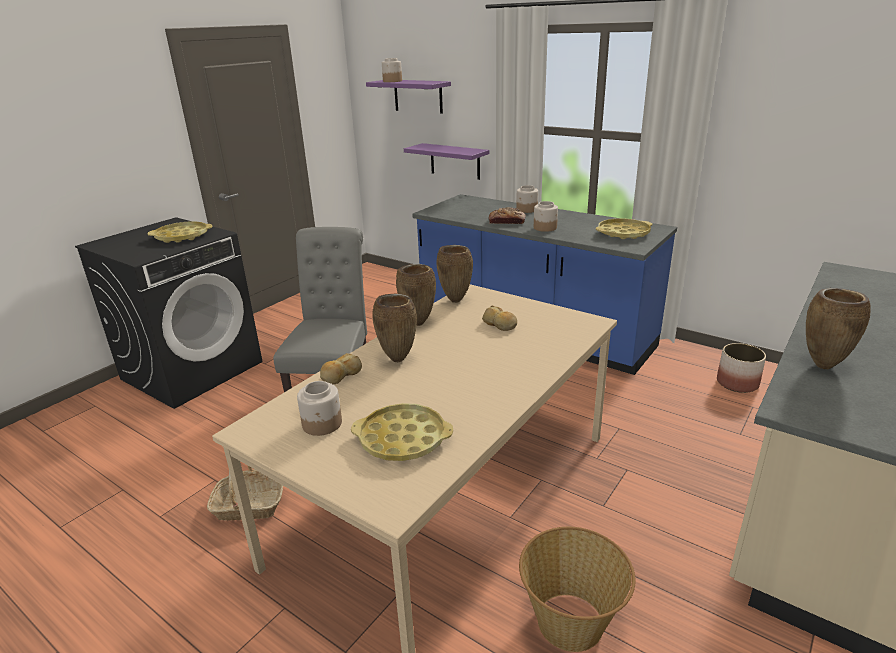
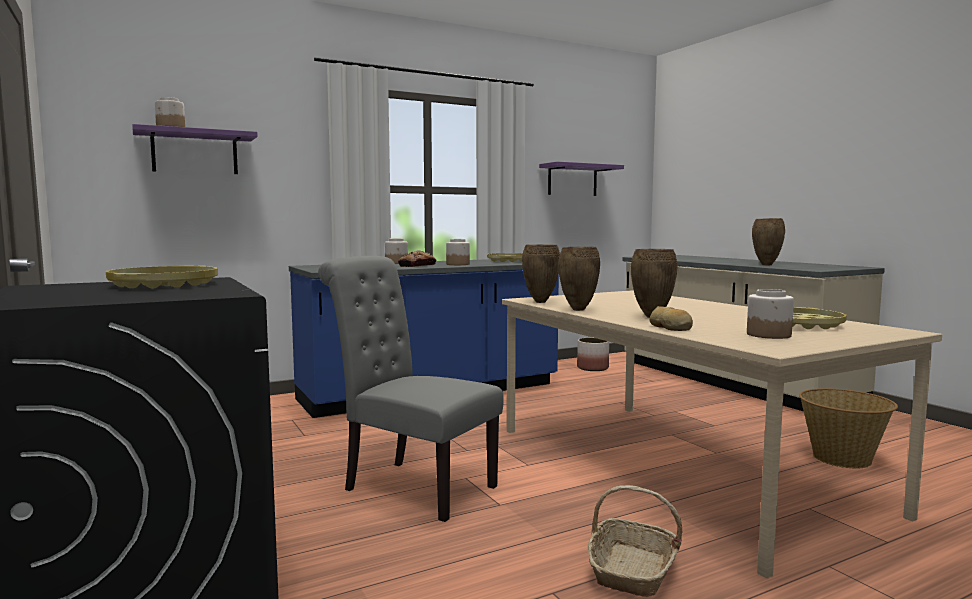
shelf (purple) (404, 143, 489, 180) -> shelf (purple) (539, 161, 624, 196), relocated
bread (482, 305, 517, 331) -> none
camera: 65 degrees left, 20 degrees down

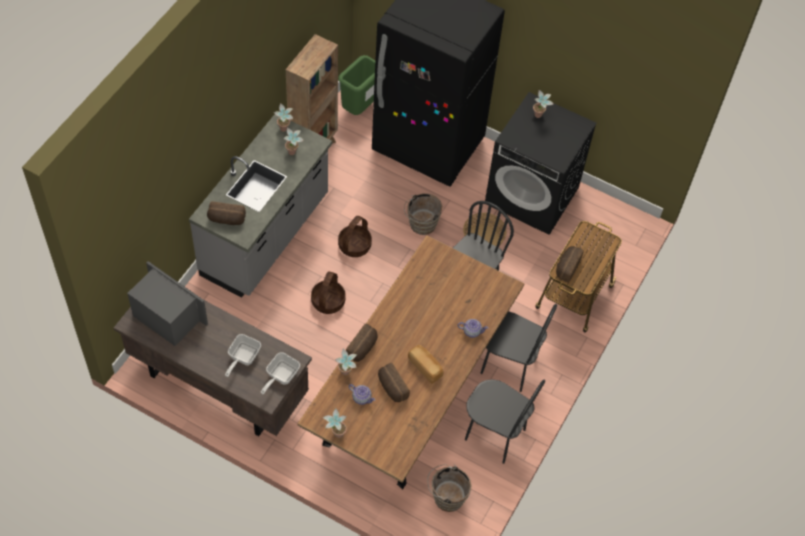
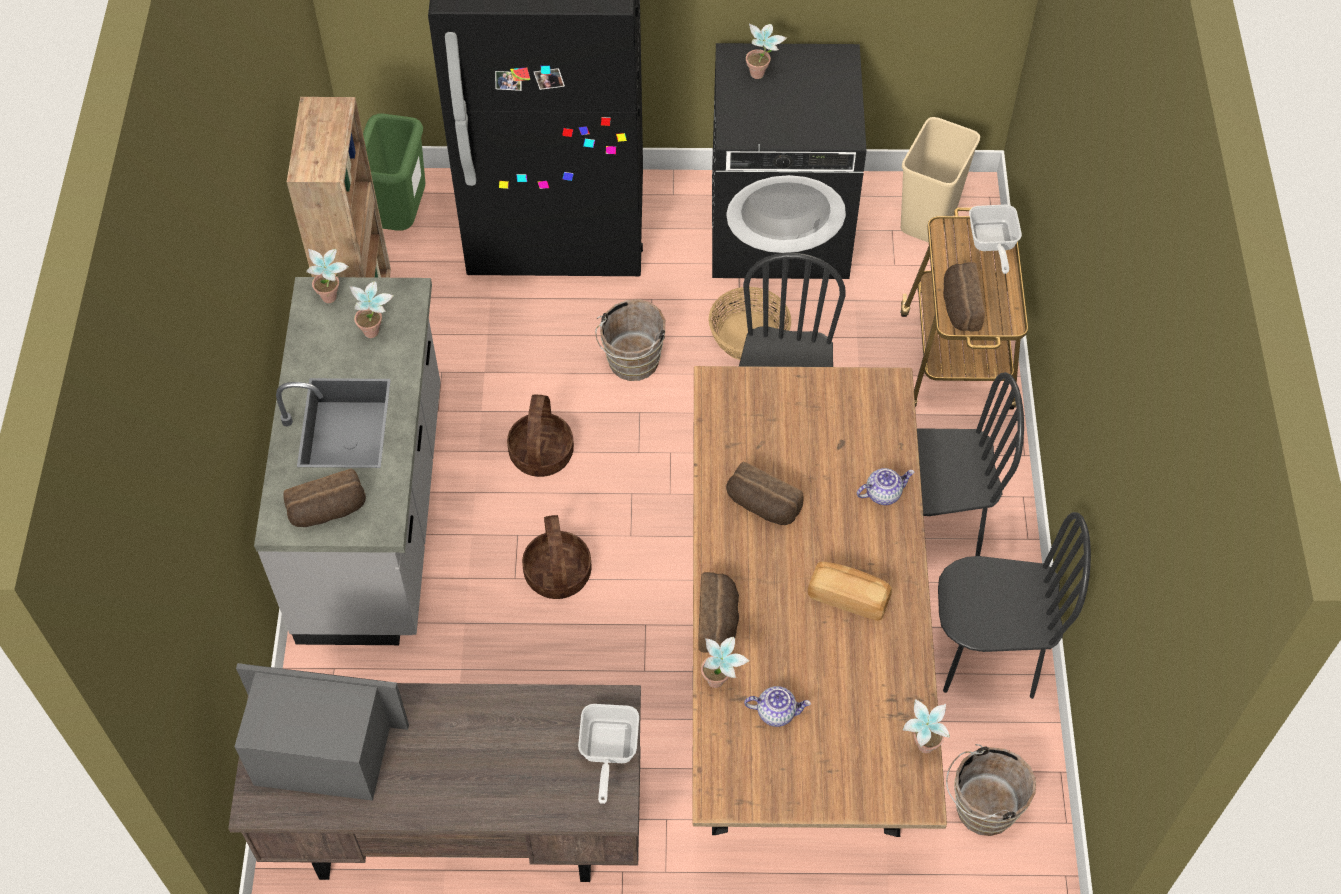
frying pan (225, 334, 261, 377) -> frying pan (969, 205, 1022, 274), relocated
bread (378, 363, 410, 402) -> bread (726, 462, 804, 525), relocated
potted plant (323, 408, 347, 438) -> potted plant (903, 699, 950, 753), relocated
none -> trash can (beige) (901, 117, 980, 242)
camera: 25 degrees left, 0 degrees up

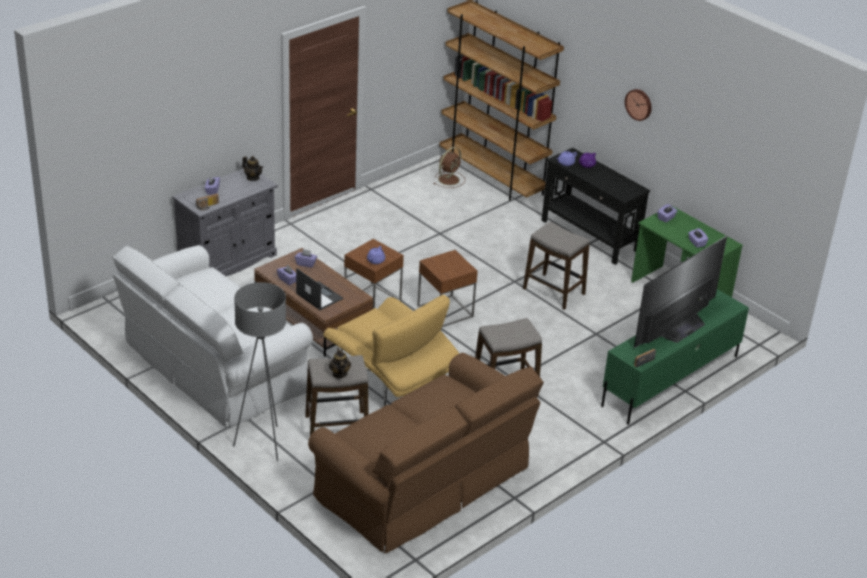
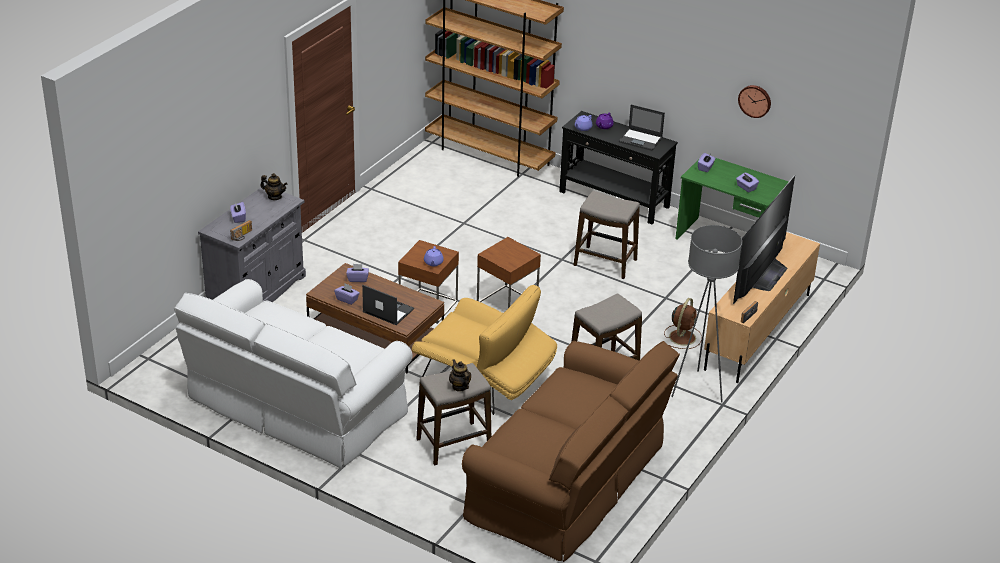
wall clock (625, 89, 652, 121) -> wall clock (738, 85, 771, 118), relocated
fan (brown) (434, 147, 464, 188) -> fan (brown) (664, 298, 702, 349), relocated
floor lamp (grey) (233, 282, 286, 461) -> floor lamp (grey) (671, 225, 742, 402), relocated
tv stand (green) (601, 289, 749, 425) -> tv stand (beige) (704, 232, 820, 383)
none -> laptop (619, 105, 665, 151)
camera: 15 degrees left, 0 degrees up

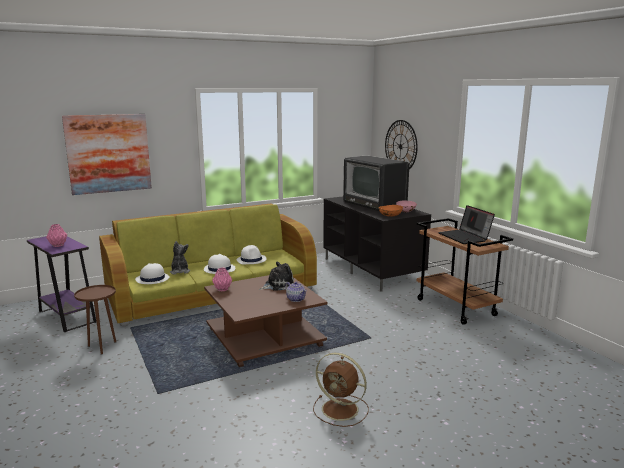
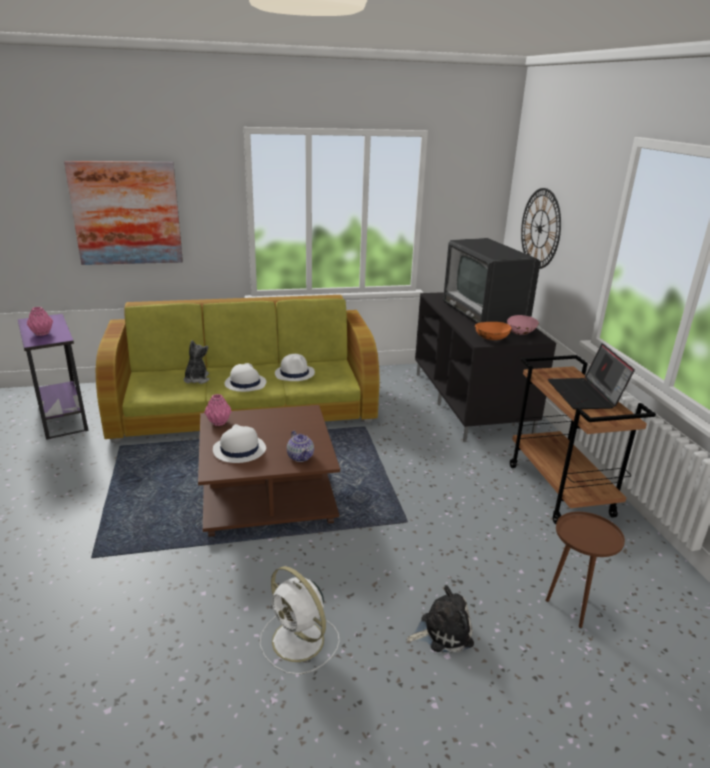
plush toy (259, 262, 294, 291) -> plush toy (407, 585, 474, 653), relocated
hat (white) (135, 263, 170, 284) -> hat (white) (213, 424, 266, 463), relocated
side table (brown) (74, 285, 116, 355) -> side table (brown) (545, 512, 625, 628), relocated
fan (brown) (313, 353, 369, 427) -> fan (white) (260, 566, 340, 675)
camera: 15 degrees right, 10 degrees up

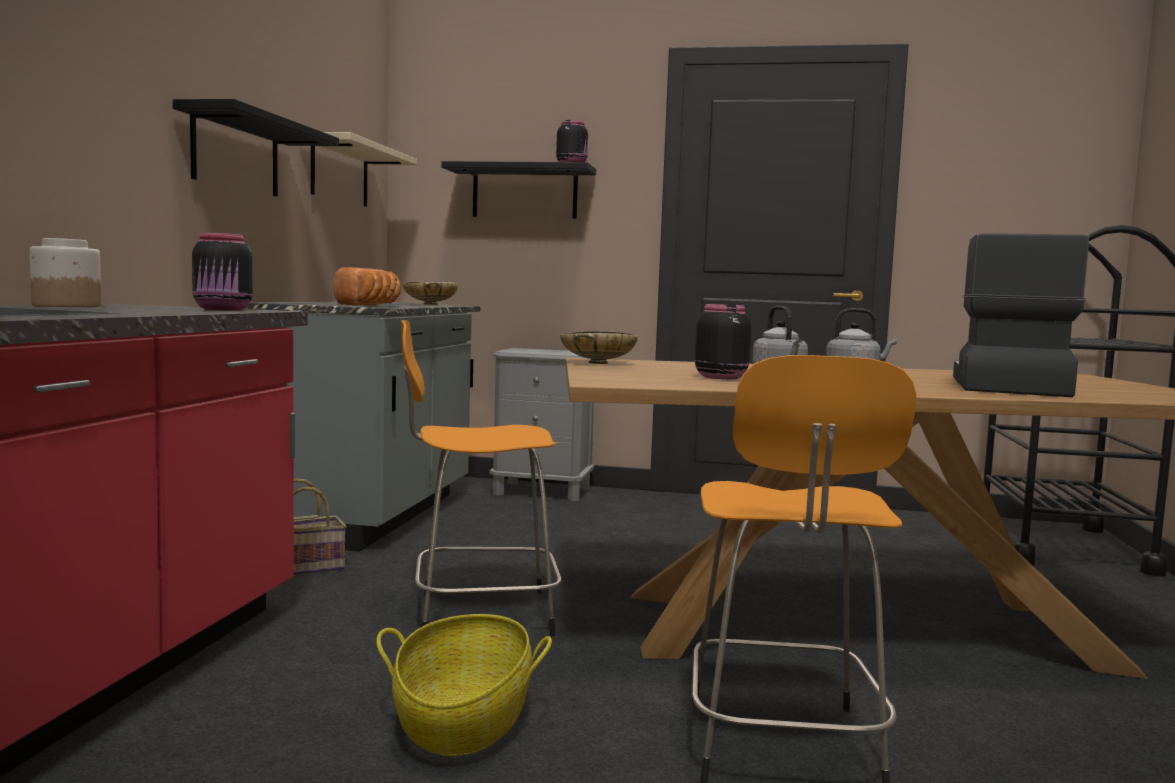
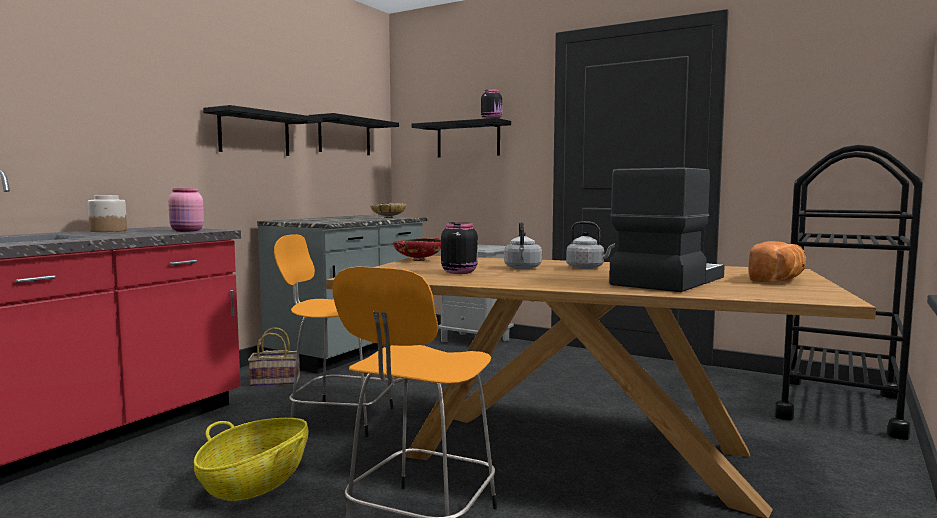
shelf (beige) (311, 132, 417, 207) -> shelf (black) (308, 113, 399, 155)
jar (black) (192, 233, 253, 311) -> jar (pink) (168, 188, 204, 232)
bread (334, 267, 401, 305) -> bread (749, 241, 806, 282), relocated
bowl (beige) (560, 331, 638, 364) -> bowl (red) (393, 238, 441, 261)
camera: 20 degrees right, 0 degrees up

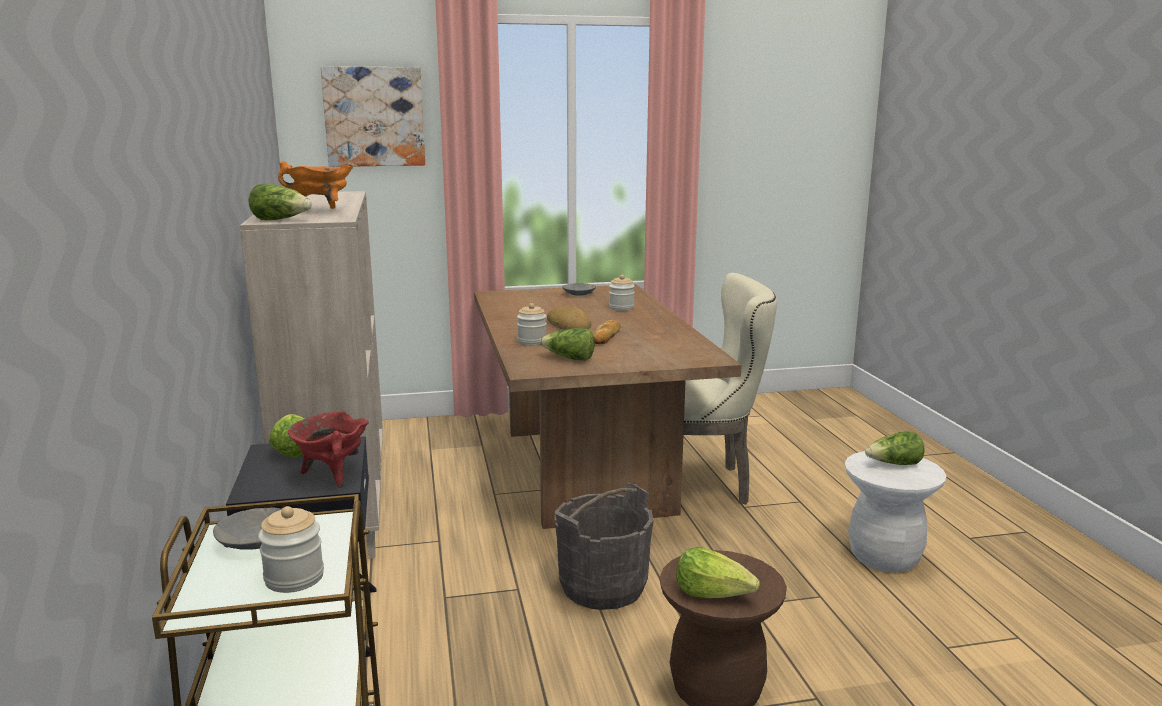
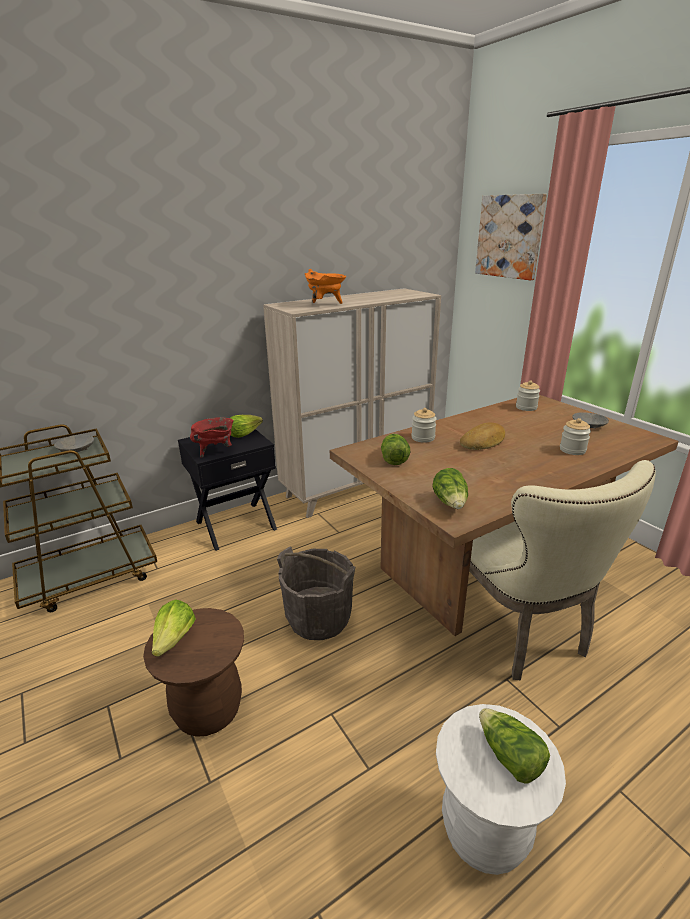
lettuce (248, 183, 312, 220) -> lettuce (432, 468, 468, 509), relocated
bread (593, 320, 621, 344) -> none
jar (258, 506, 324, 593) -> jar (516, 380, 540, 411), relocated
camera: 70 degrees right, 10 degrees up

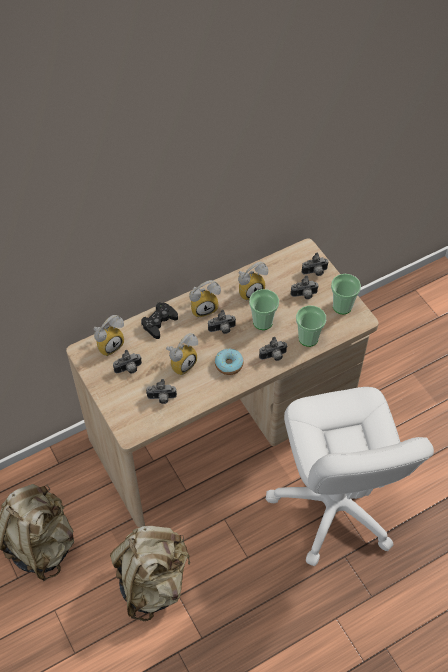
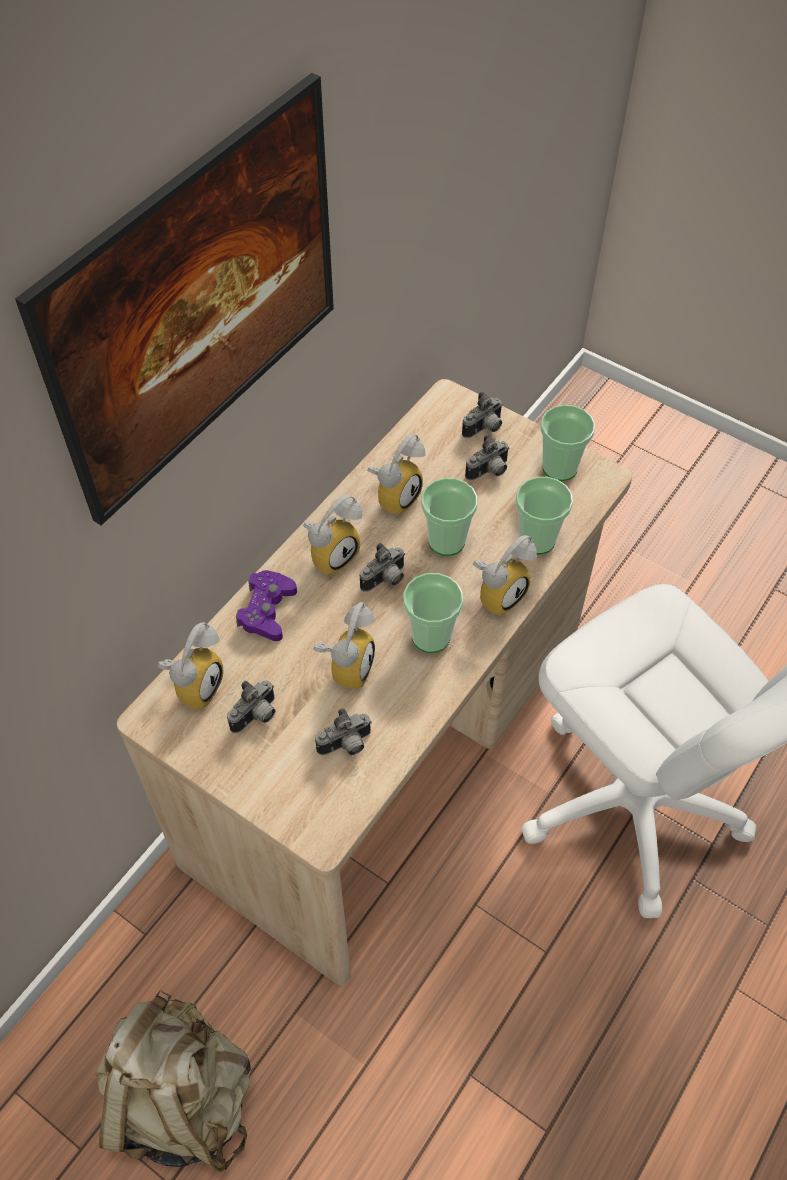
game controller (black) (141, 302, 178, 339) -> game controller (purple) (236, 570, 297, 641)
photo camera (259, 337, 288, 361) -> alarm clock (473, 535, 537, 616)
donut (215, 348, 243, 375) -> cup (403, 573, 463, 653)
backpack (beige) (110, 526, 191, 621) -> none
none -> picture (15, 73, 334, 525)
camera: 25 degrees left, 0 degrees up

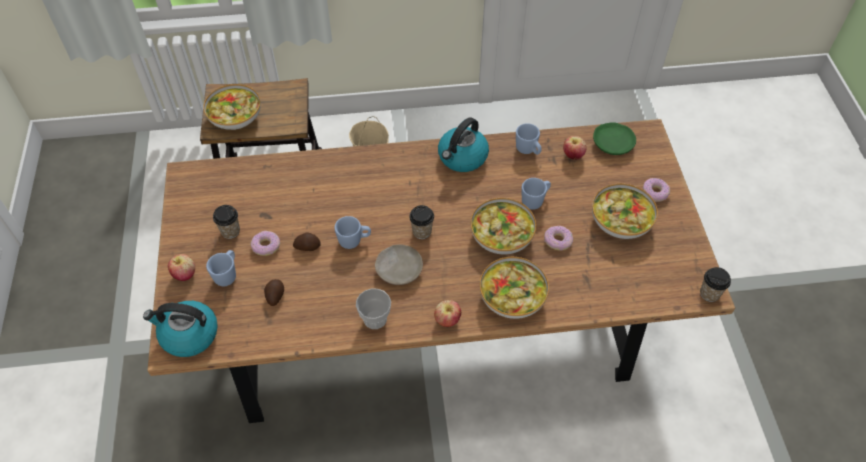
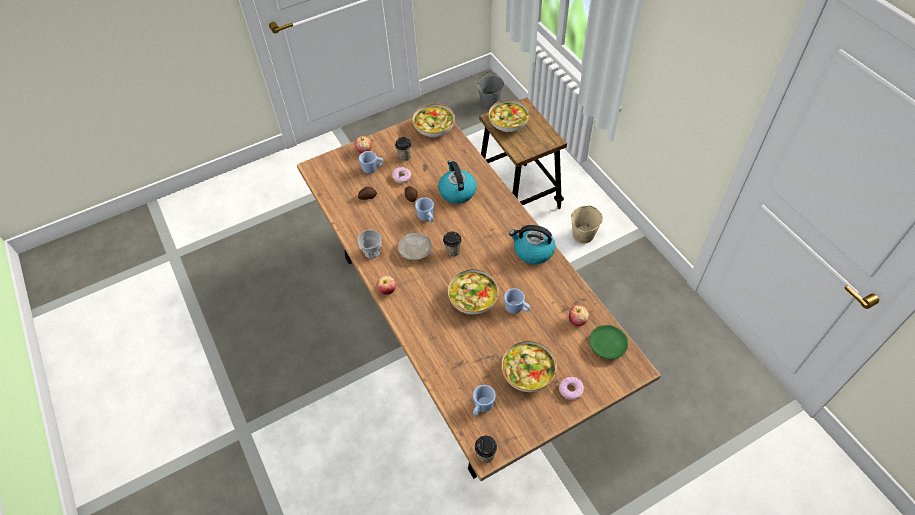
mug (blue) (516, 123, 542, 155) -> mug (blue) (473, 385, 496, 416), relocated
donut (544, 226, 573, 251) -> none
bowl (480, 257, 549, 319) -> bowl (413, 103, 455, 137), relocated
kettle (143, 301, 218, 357) -> kettle (438, 160, 477, 204), relocated
none -> bucket (grey) (477, 71, 504, 109)
camera: 70 degrees right, 0 degrees up

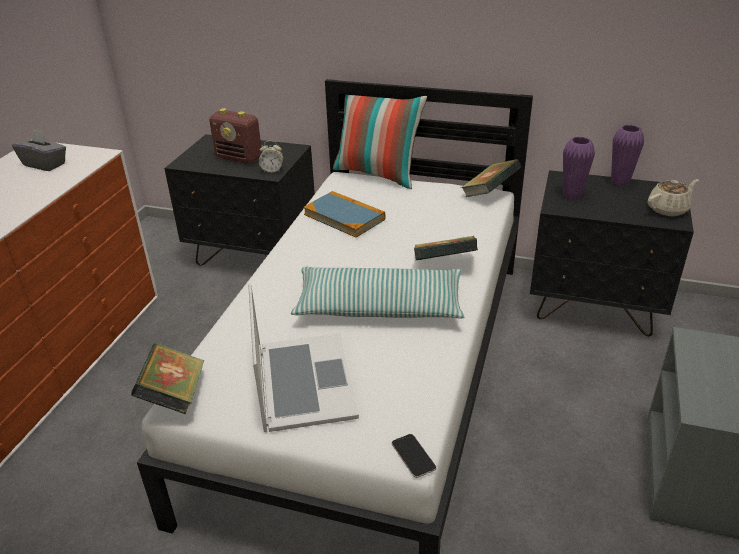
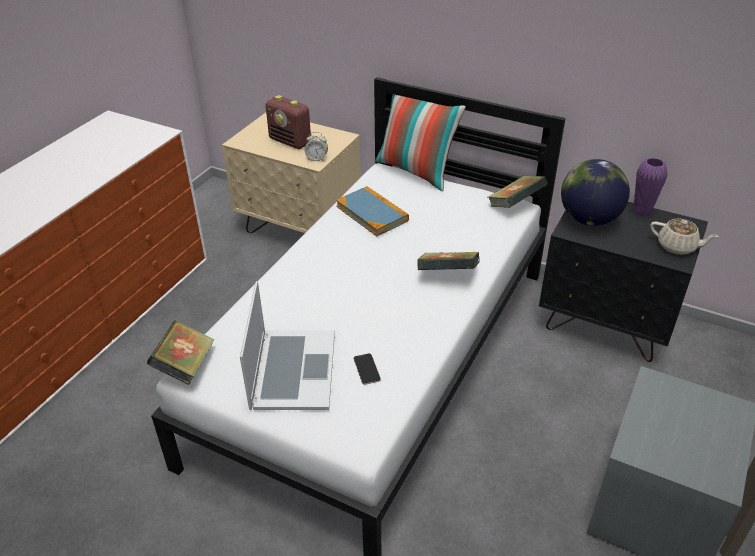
tissue box (grey) (12, 129, 66, 171) -> none
nightstand (black) (164, 134, 315, 266) -> nightstand (beige) (222, 112, 361, 233)
vase (purple) (563, 137, 595, 200) -> globe (561, 159, 630, 226)
teapot (beige) (648, 179, 699, 216) -> teapot (beige) (650, 218, 719, 255), 45 degrees clockwise
pillow (291, 267, 464, 319) -> none
phone (392, 434, 436, 478) -> phone (354, 353, 381, 385), relocated
camera: 10 degrees right, 5 degrees up

